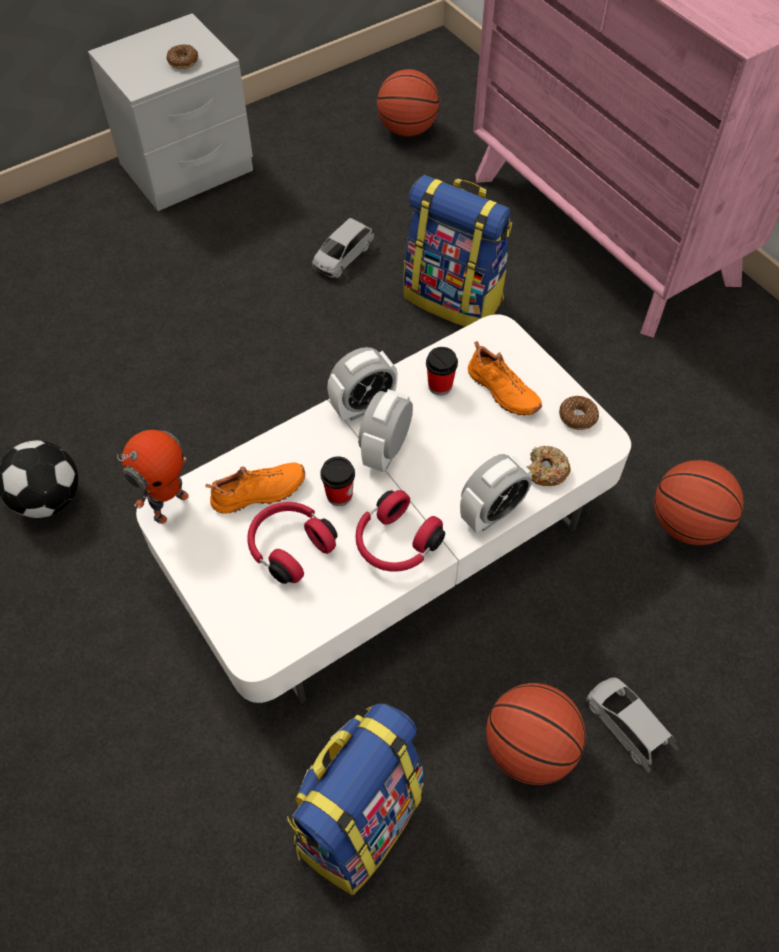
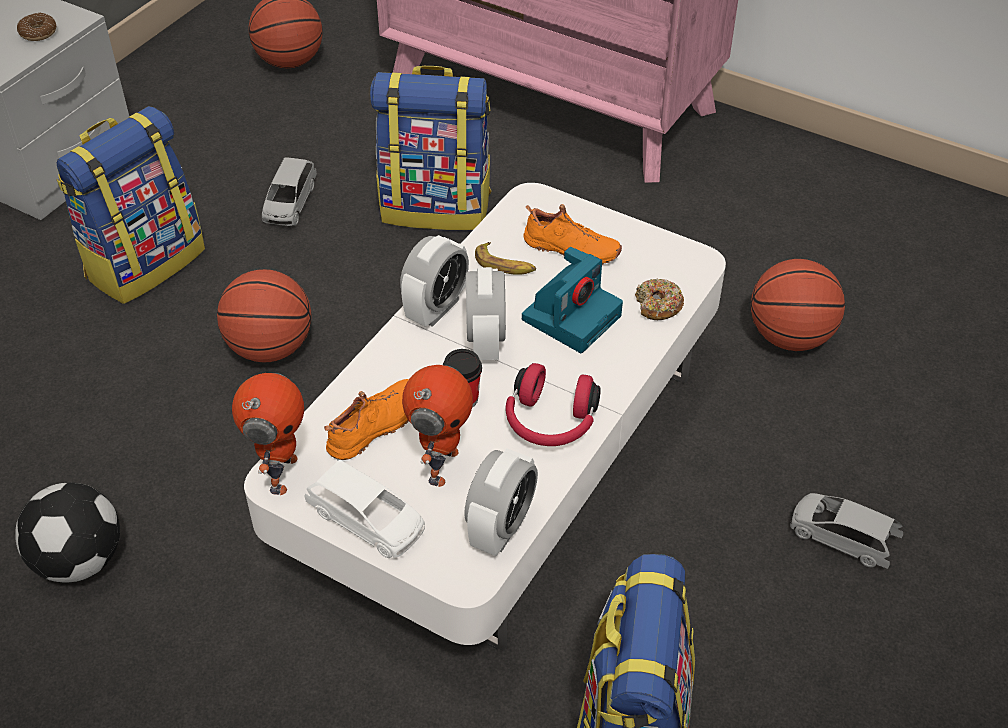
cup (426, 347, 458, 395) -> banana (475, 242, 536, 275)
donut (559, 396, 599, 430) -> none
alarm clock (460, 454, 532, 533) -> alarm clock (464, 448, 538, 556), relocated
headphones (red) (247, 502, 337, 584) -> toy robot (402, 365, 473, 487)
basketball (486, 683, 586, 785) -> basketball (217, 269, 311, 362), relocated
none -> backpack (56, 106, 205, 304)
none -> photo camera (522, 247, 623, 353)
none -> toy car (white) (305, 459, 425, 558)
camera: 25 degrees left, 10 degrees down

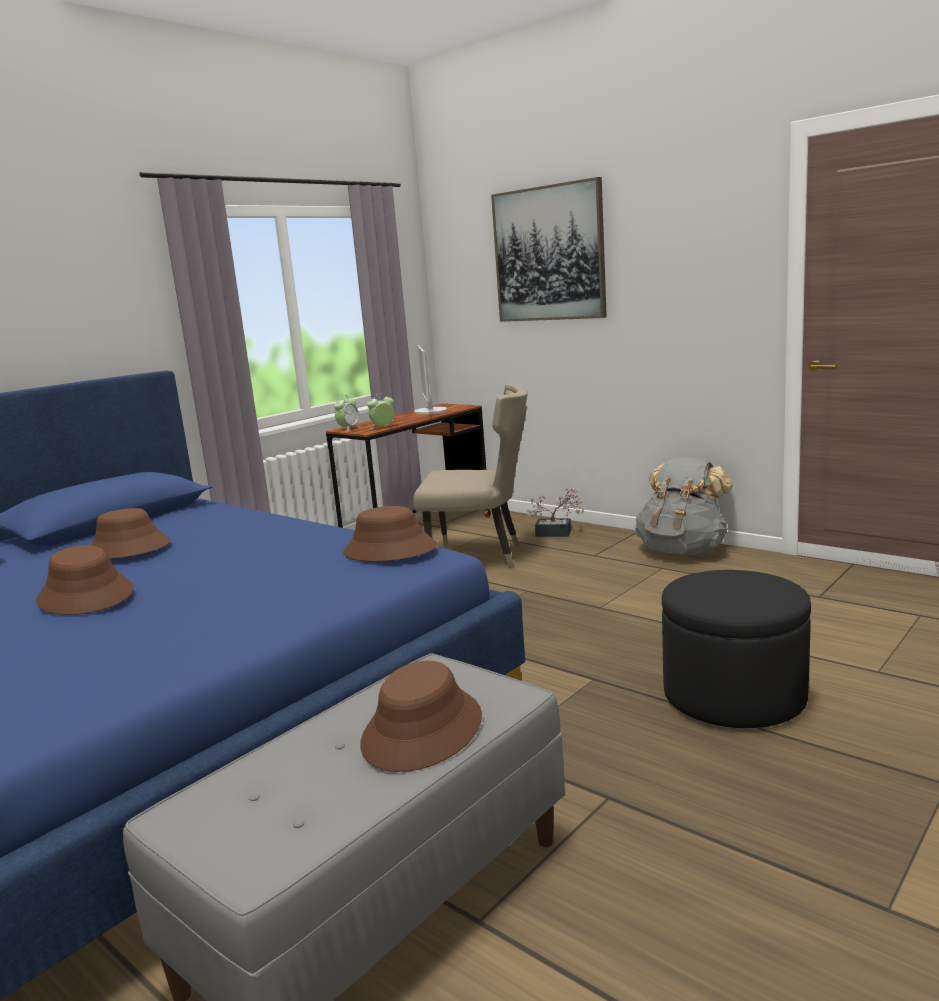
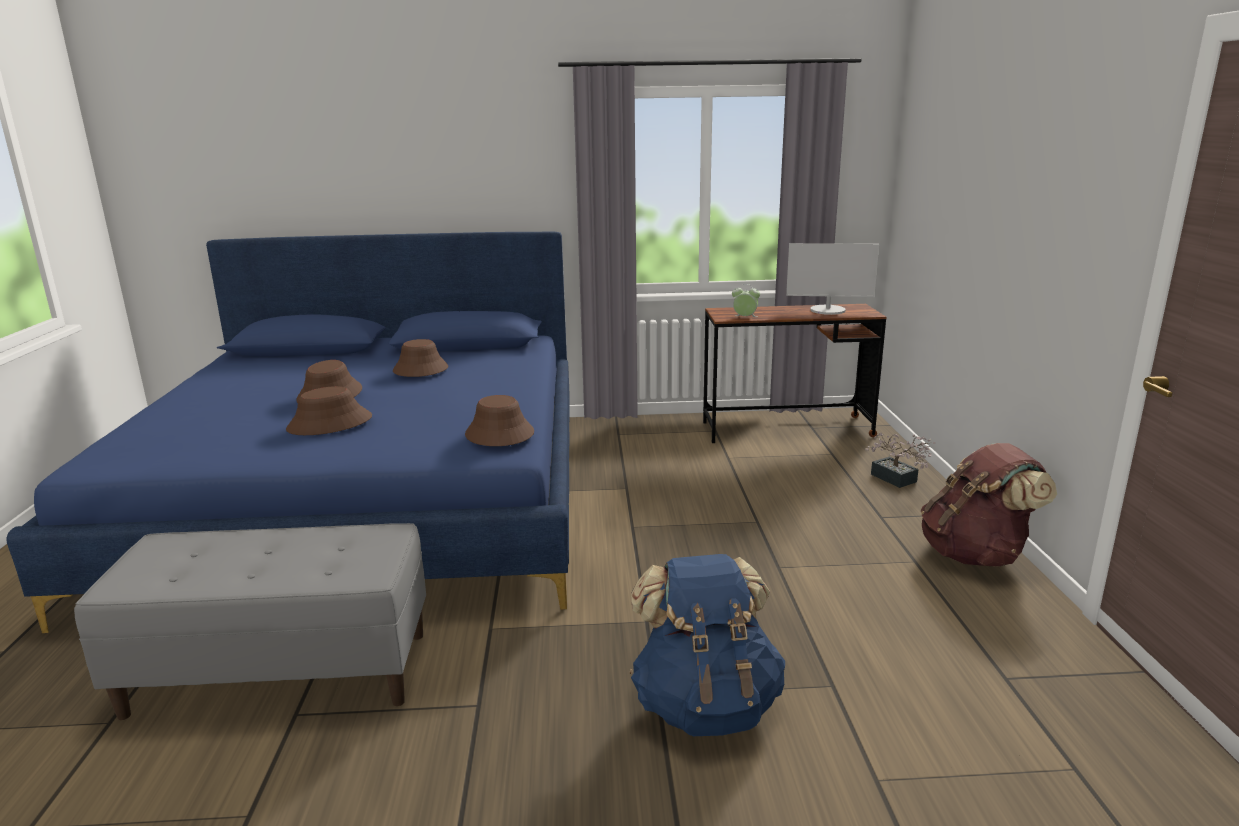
picture (491, 177, 607, 322) -> none
monitor (414, 345, 448, 414) -> monitor (786, 243, 879, 315), 120 degrees counterclockwise
chair (beige) (413, 384, 528, 568) -> none
alarm clock (334, 395, 360, 432) -> none
backpack (grey) (635, 458, 733, 555) -> backpack (brown) (921, 443, 1057, 567)
ottoman (black) (662, 570, 811, 728) -> backpack (blue) (630, 554, 785, 736)
hat (brown) (360, 660, 482, 772) -> hat (brown) (286, 386, 372, 435), relocated
camera: 45 degrees right, 5 degrees up

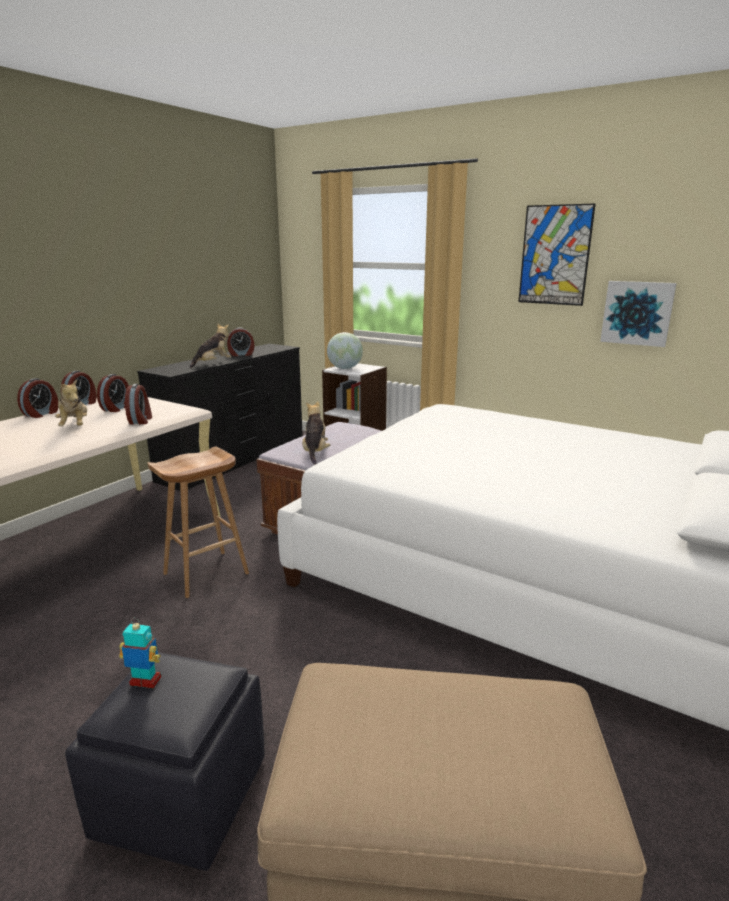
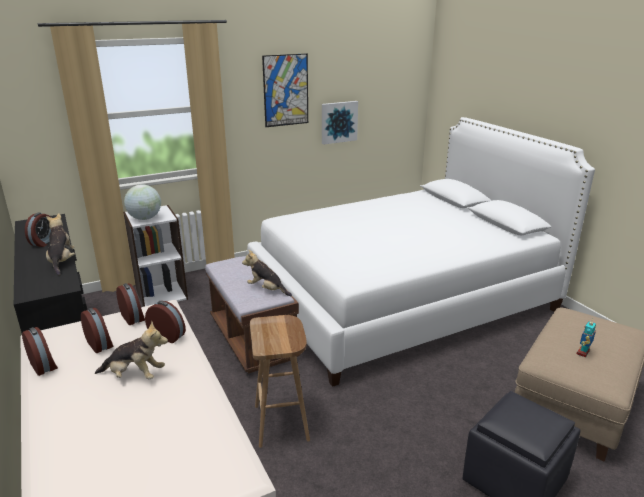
alarm clock (17, 378, 58, 418) -> alarm clock (116, 283, 145, 325), relocated
toy robot (119, 618, 162, 689) -> toy robot (577, 319, 596, 357), relocated
camera: 60 degrees left, 5 degrees up

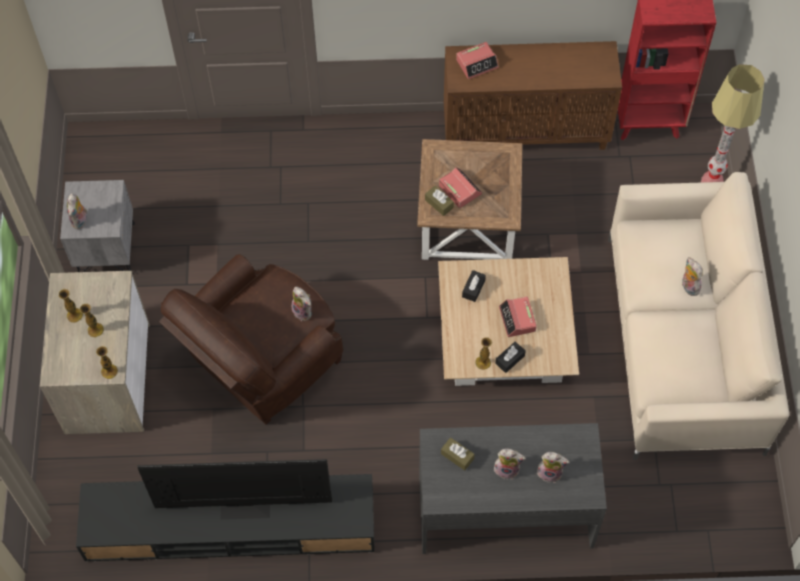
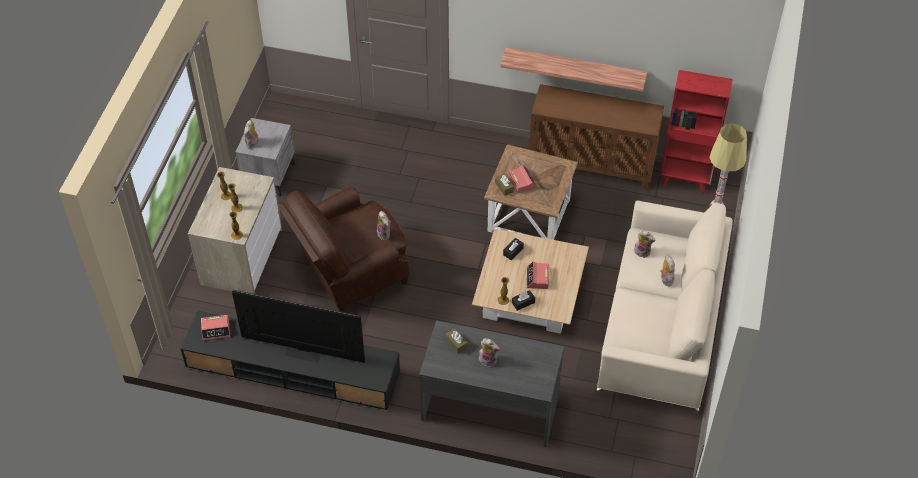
alarm clock (456, 42, 499, 79) -> alarm clock (201, 315, 230, 341), relocated
plush toy (537, 452, 570, 483) -> plush toy (634, 230, 656, 258), relocated
none -> shelf (500, 47, 647, 92)
camera: 15 degrees right, 10 degrees down

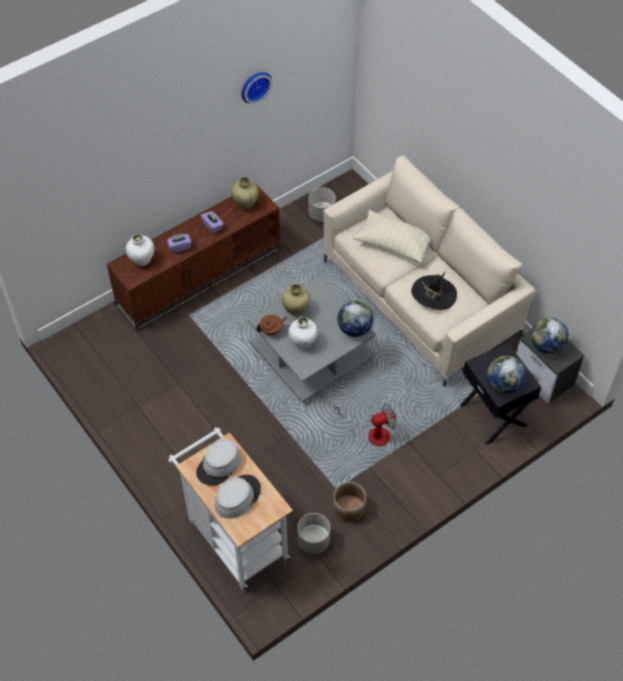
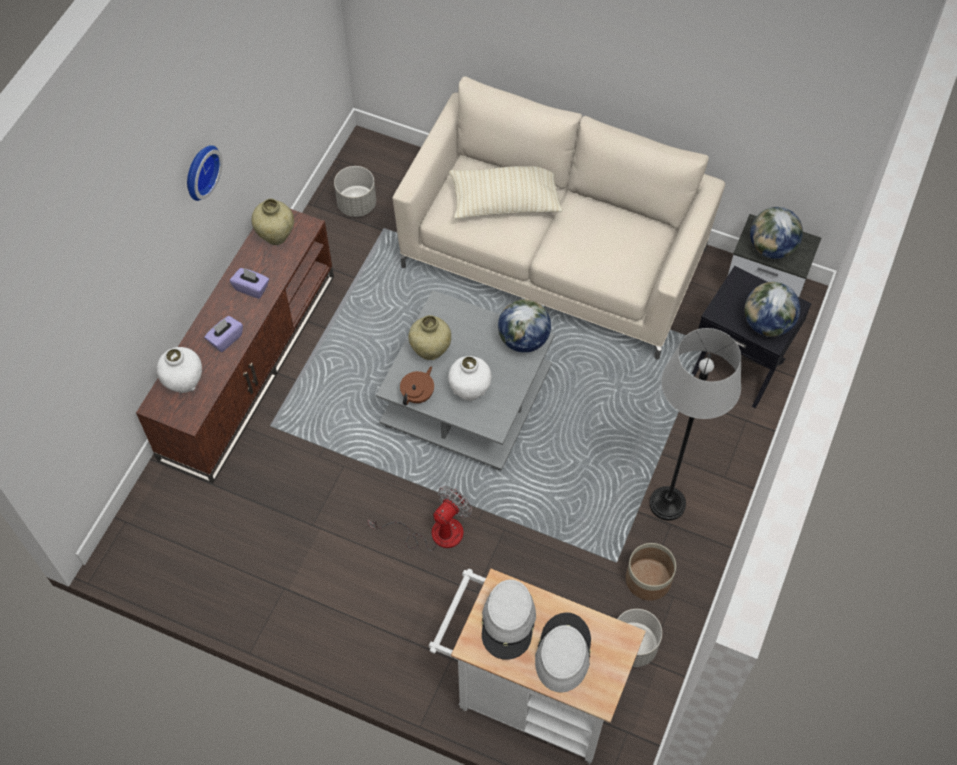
wall clock (241, 72, 272, 104) -> wall clock (187, 145, 223, 201), relocated
hat (black) (411, 272, 457, 310) -> none
fan (333, 403, 397, 446) -> fan (367, 486, 472, 551), relocated
none -> floor lamp (grey) (649, 328, 741, 521)
camera: 30 degrees left, 5 degrees up

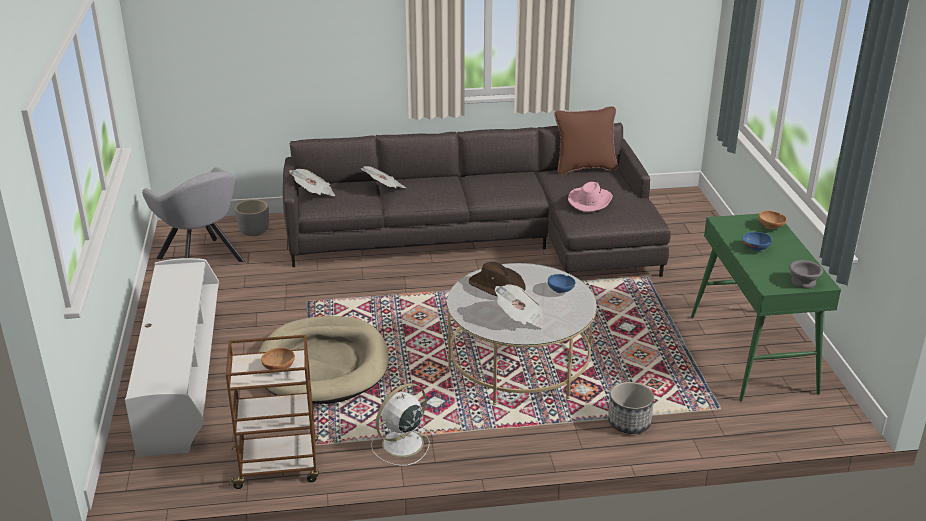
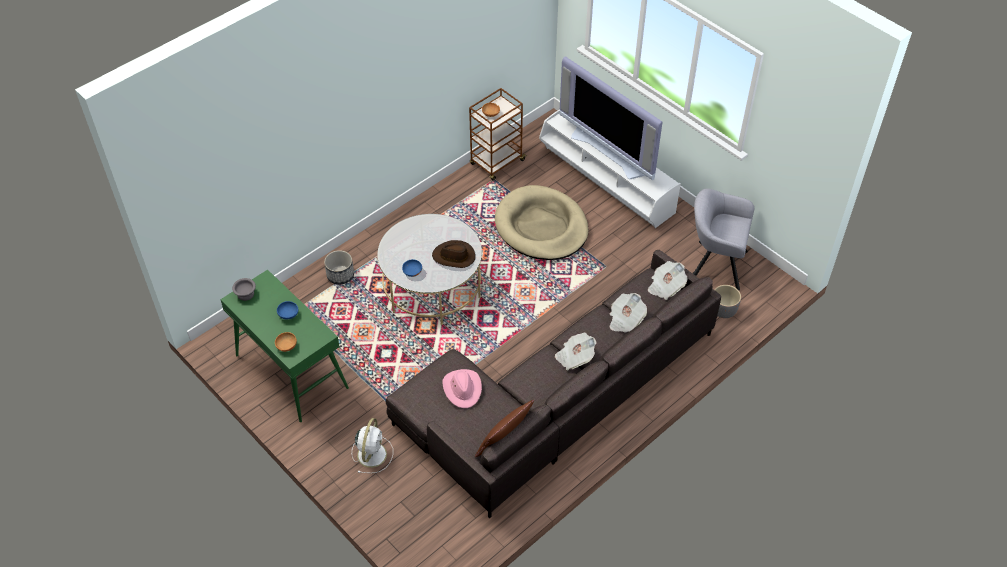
newspaper (495, 284, 545, 328) -> newspaper (555, 333, 597, 370), relocated
fan (white) (371, 383, 434, 466) -> fan (white) (352, 418, 393, 473), relocated
none -> television (559, 56, 663, 180)
camera: 145 degrees right, 20 degrees up

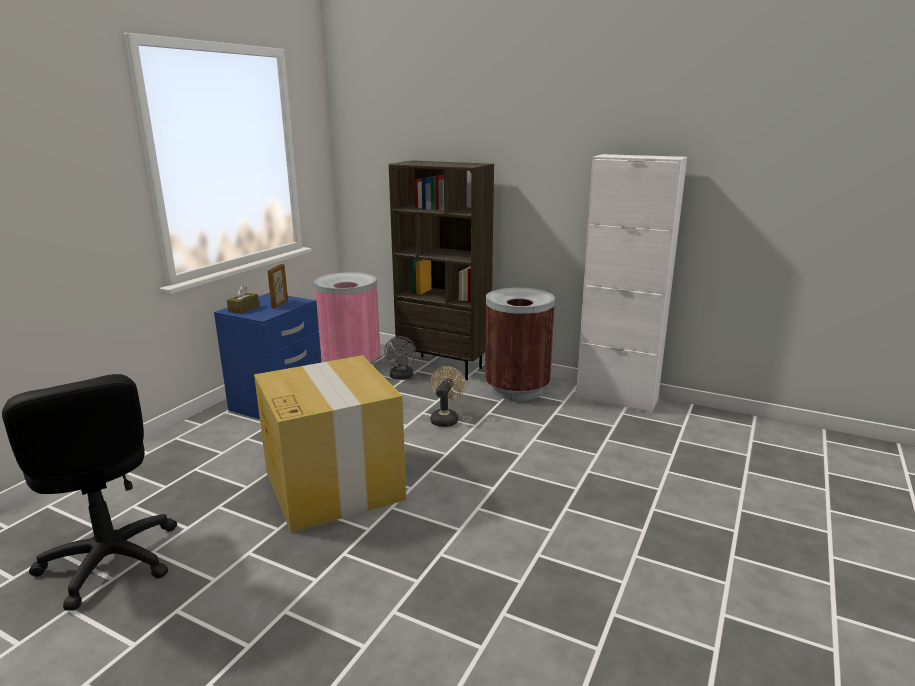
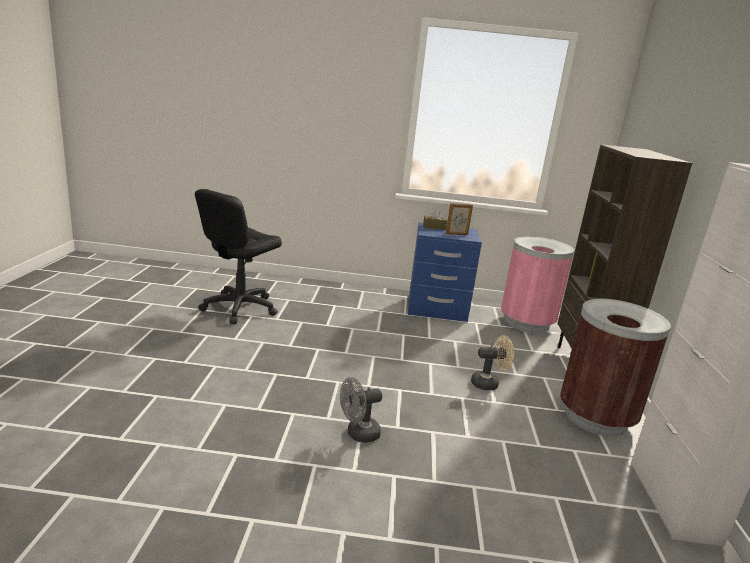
fan (grey) (384, 336, 416, 380) -> fan (grey) (340, 377, 383, 443), relocated
cardboard box (254, 355, 406, 533) -> none
camera: 65 degrees right, 0 degrees up

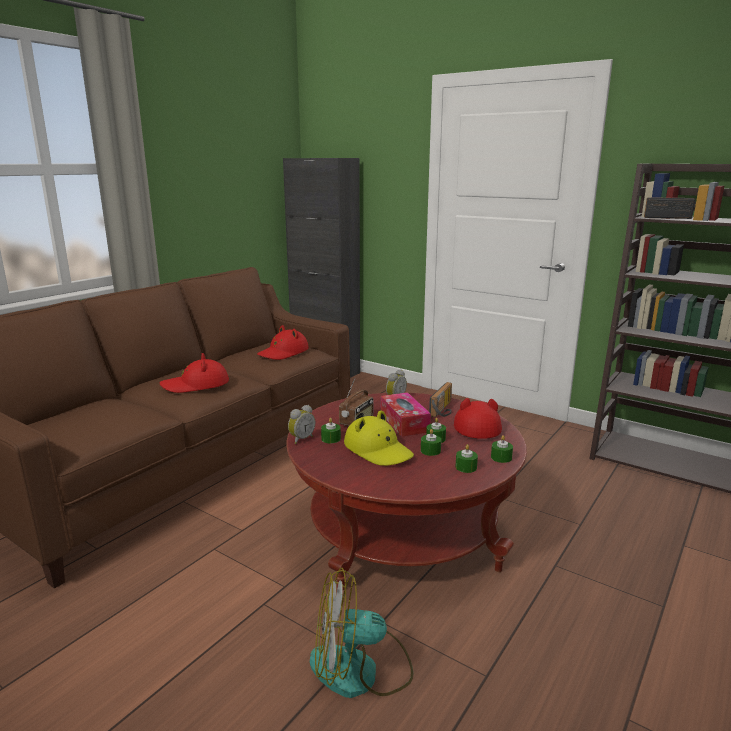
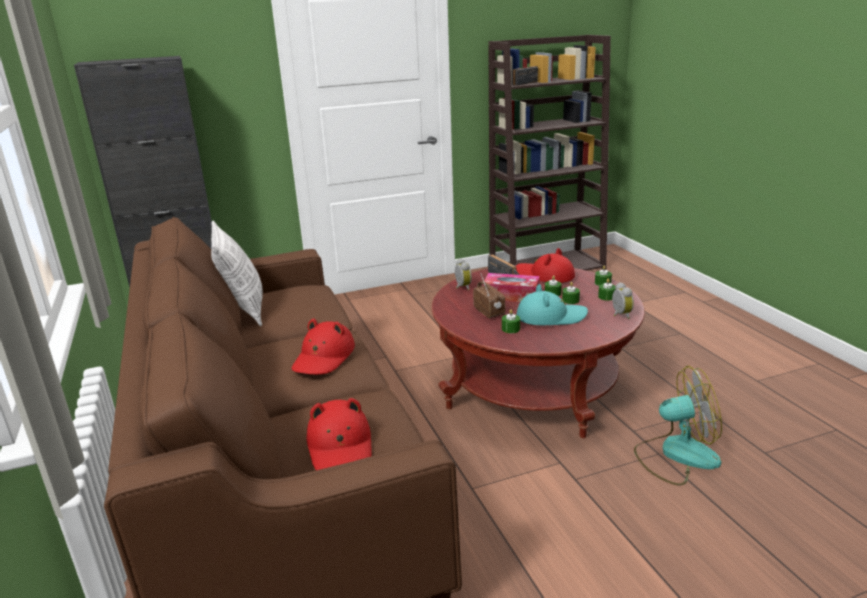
hat (red) (257, 325, 309, 360) -> hat (red) (307, 398, 372, 470), relocated
alarm clock (288, 405, 315, 444) -> alarm clock (612, 282, 634, 319), relocated
hat (yellow) (344, 410, 414, 466) -> hat (turquoise) (517, 284, 588, 325)
fan (310, 568, 413, 698) -> fan (634, 366, 722, 485), 120 degrees counterclockwise
none -> pillow (211, 221, 263, 326)
camera: 55 degrees left, 5 degrees up

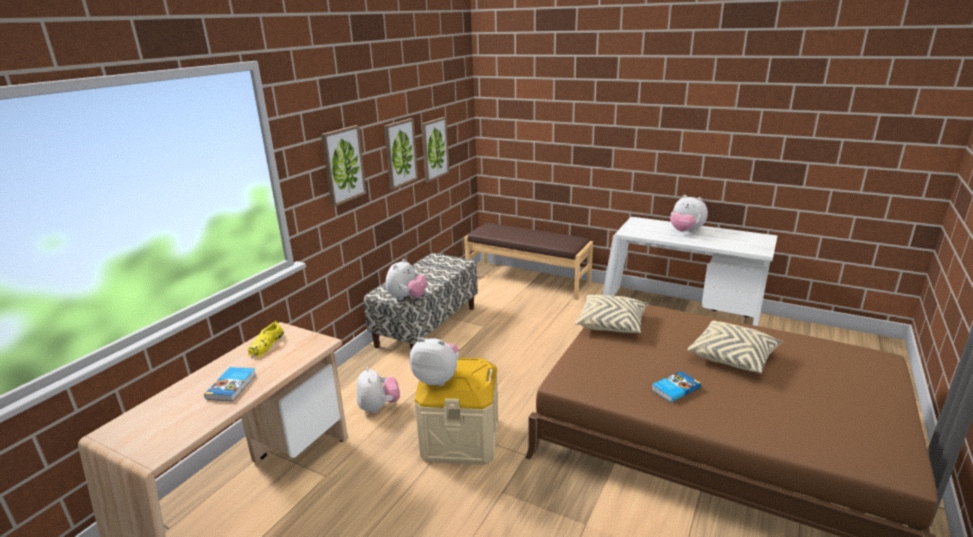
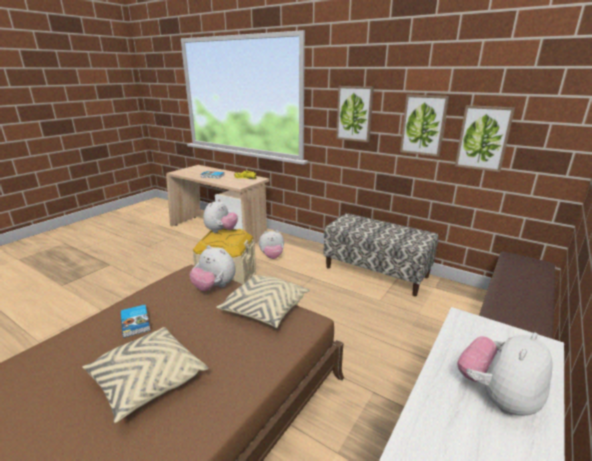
plush toy (386, 259, 427, 300) -> plush toy (190, 245, 236, 291), relocated
camera: 95 degrees right, 0 degrees up

